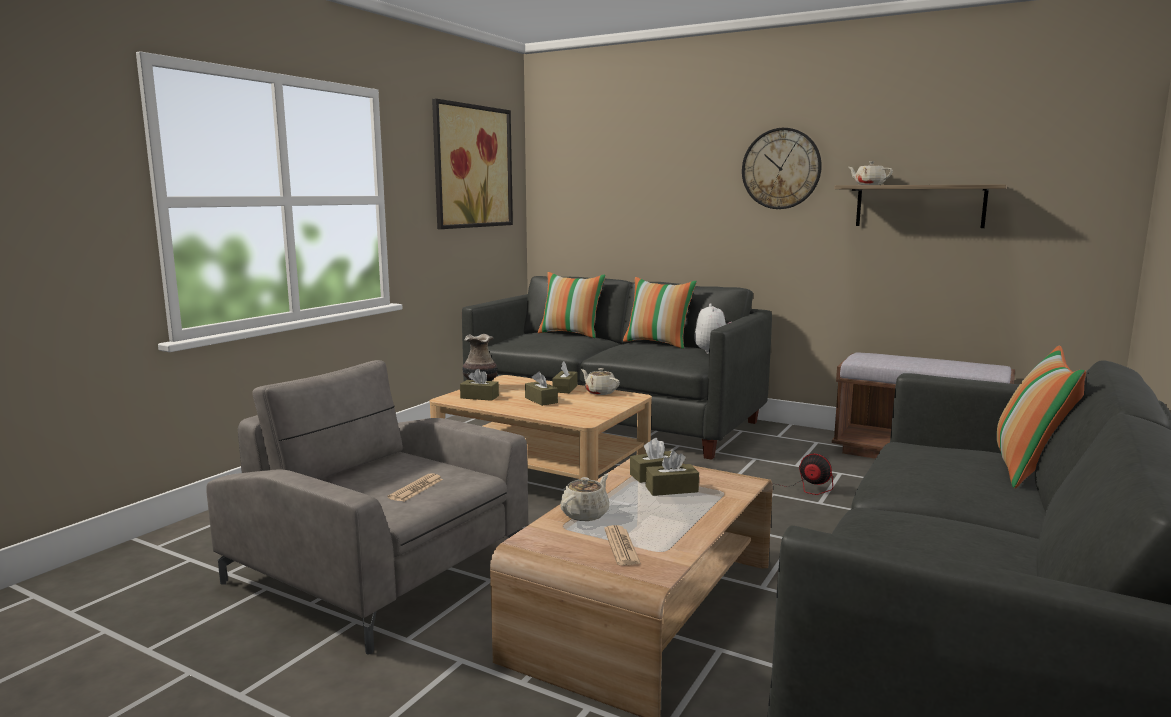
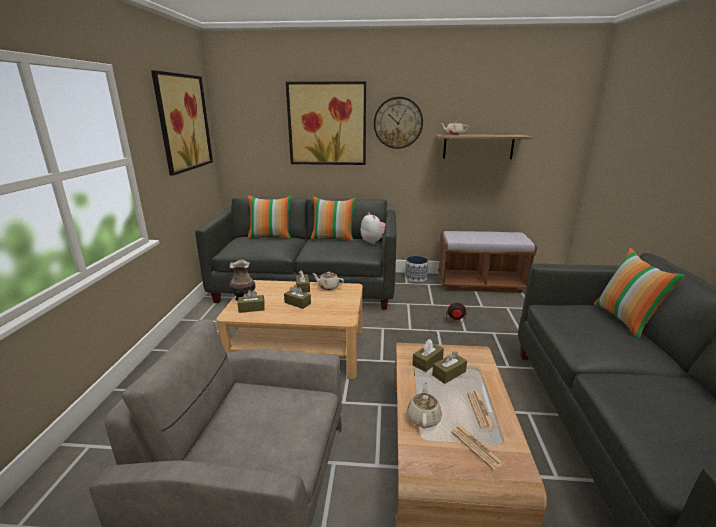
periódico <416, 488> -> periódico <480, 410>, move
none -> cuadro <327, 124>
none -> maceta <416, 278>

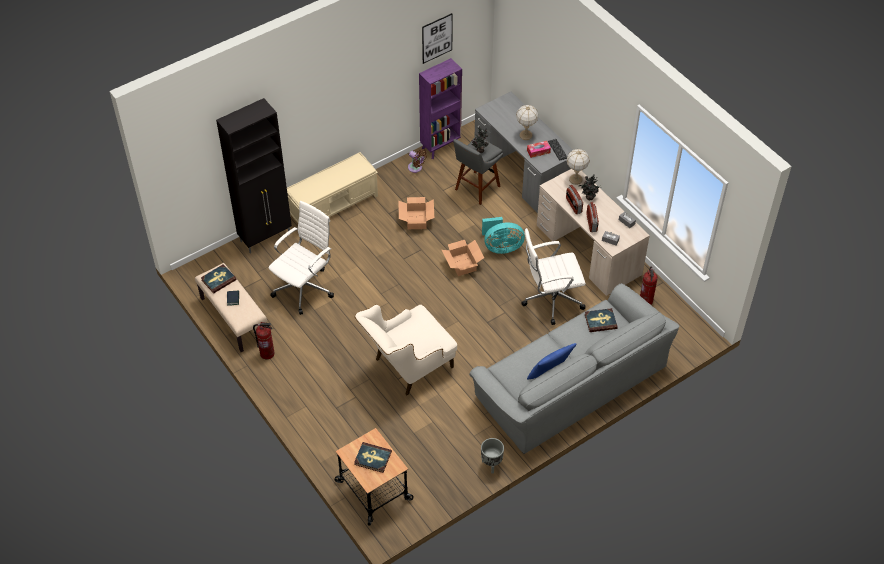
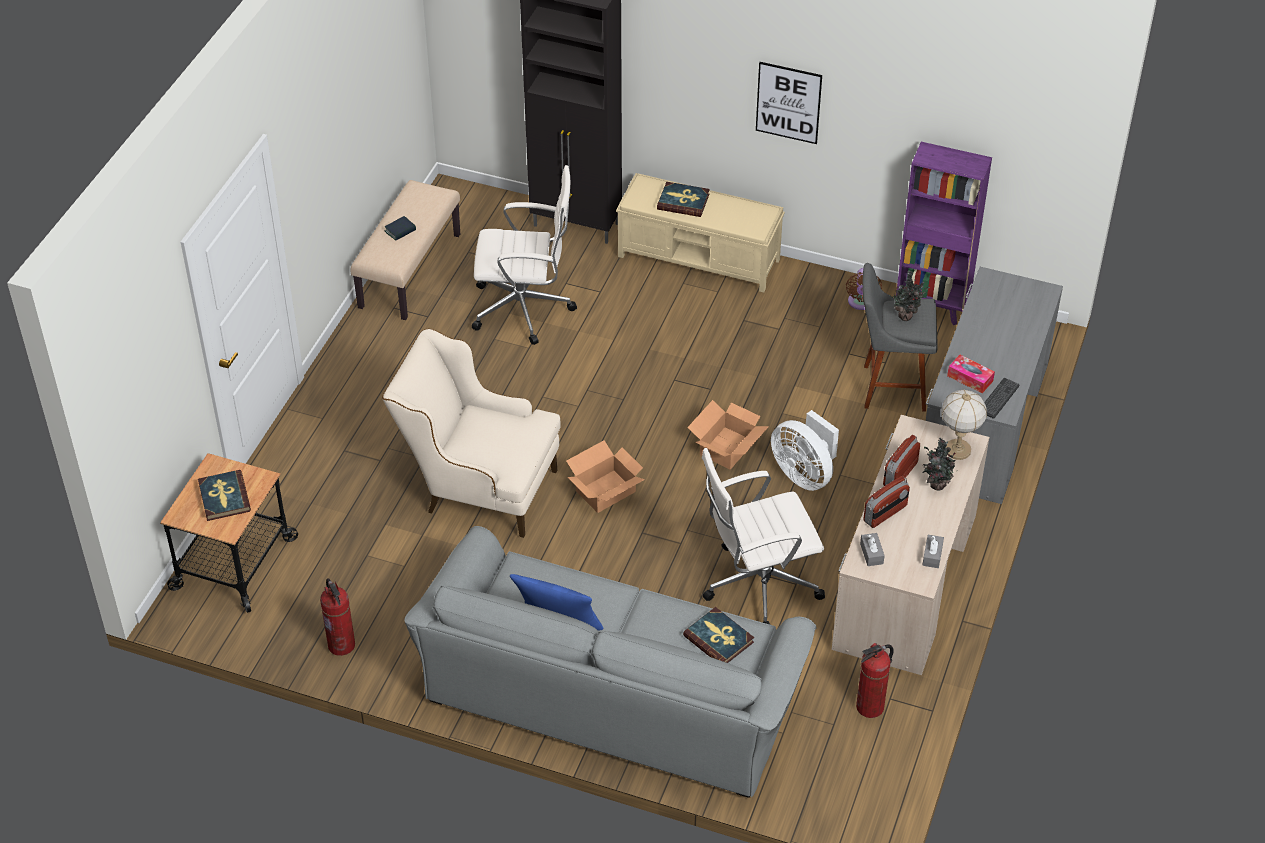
cuadro <437, 38> -> cuadro <788, 102>, move
lámpara de mesa <526, 135> -> none
caja de cartón <417, 219> -> caja de cartón <606, 491>, move
ventilador [turquesa] <501, 247> -> ventilador [blanco] <804, 474>
silla de oficina [blanco] <550, 299> -> silla de oficina [blanco] <757, 584>, 60 degrees counterclockwise
libro <218, 280> -> libro <683, 201>, move
extintor <267, 353> -> extintor <341, 645>, move
maceta [gris] <491, 465> -> none

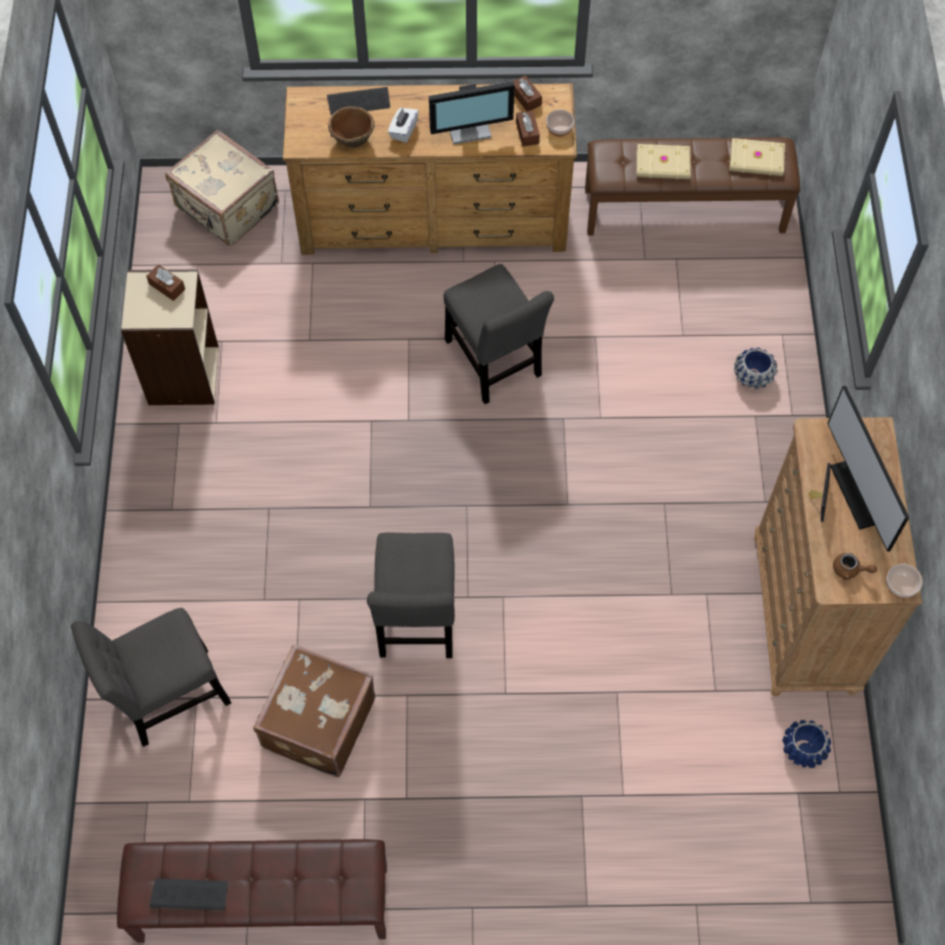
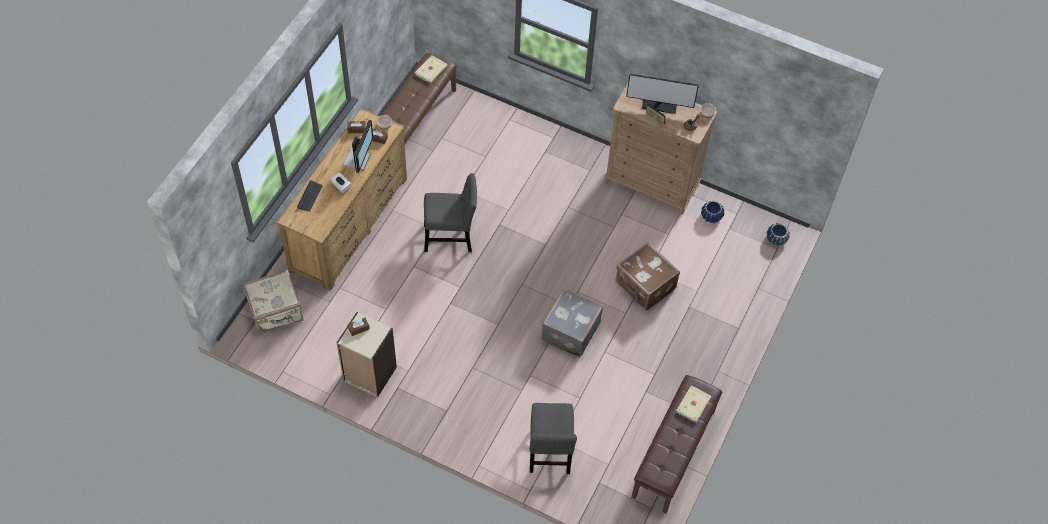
cuenco [marrón] <352, 139> -> none
libro [beis] <663, 165> -> libro [beis] <694, 405>, move
maceta [azul] <752, 376> -> maceta [azul] <776, 239>, move
silla [gris] <417, 620> -> maleta [gris] <569, 331>
maleta [marrón] <316, 722> -> maleta [marrón] <644, 286>, move
teclado <189, 894> -> none

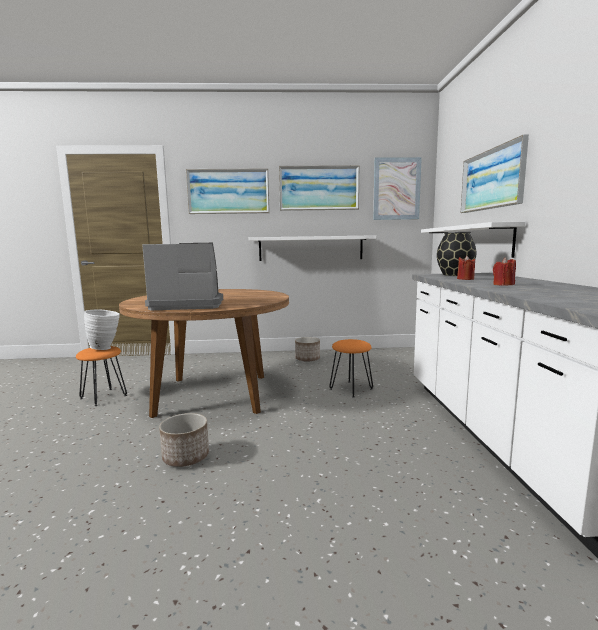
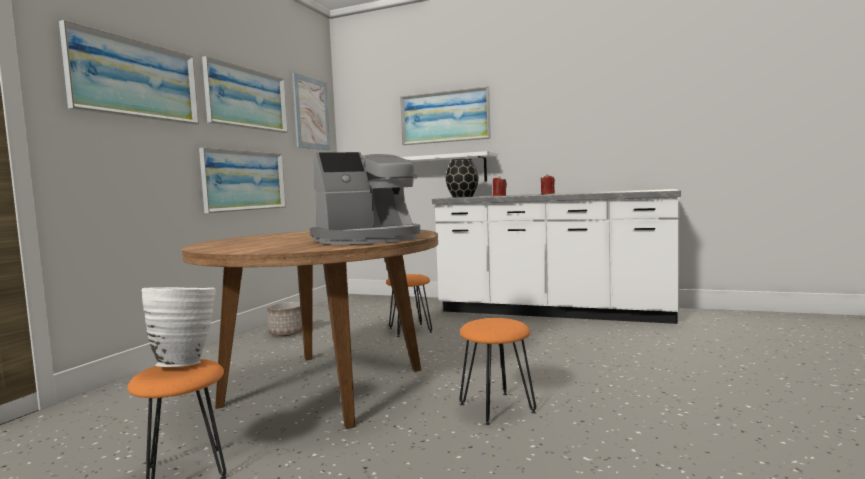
estante [blanco] <311, 248> -> cuadro <244, 180>
cafetera <187, 305> -> cafetera <368, 239>, 135 degrees counterclockwise
maceta <185, 457> -> taburete [naranja] <497, 408>

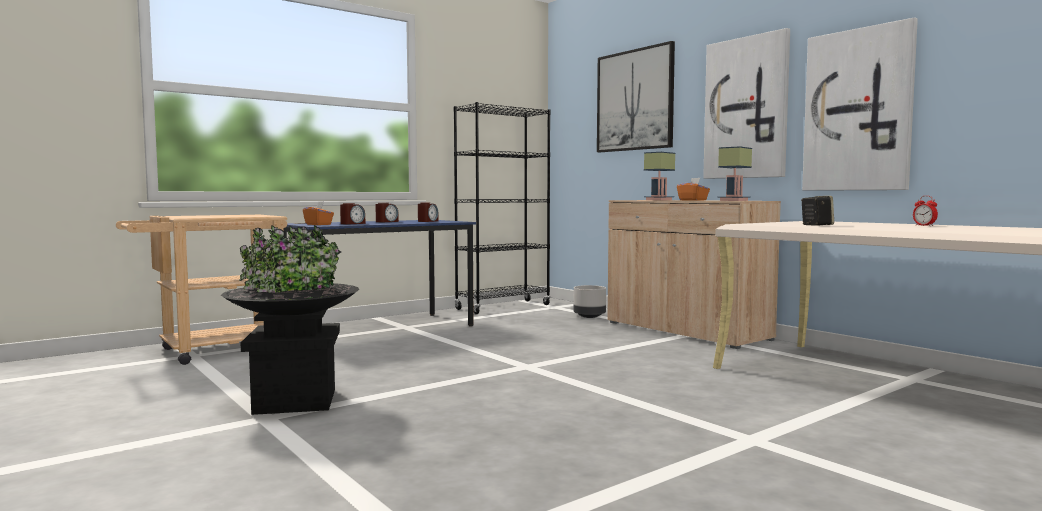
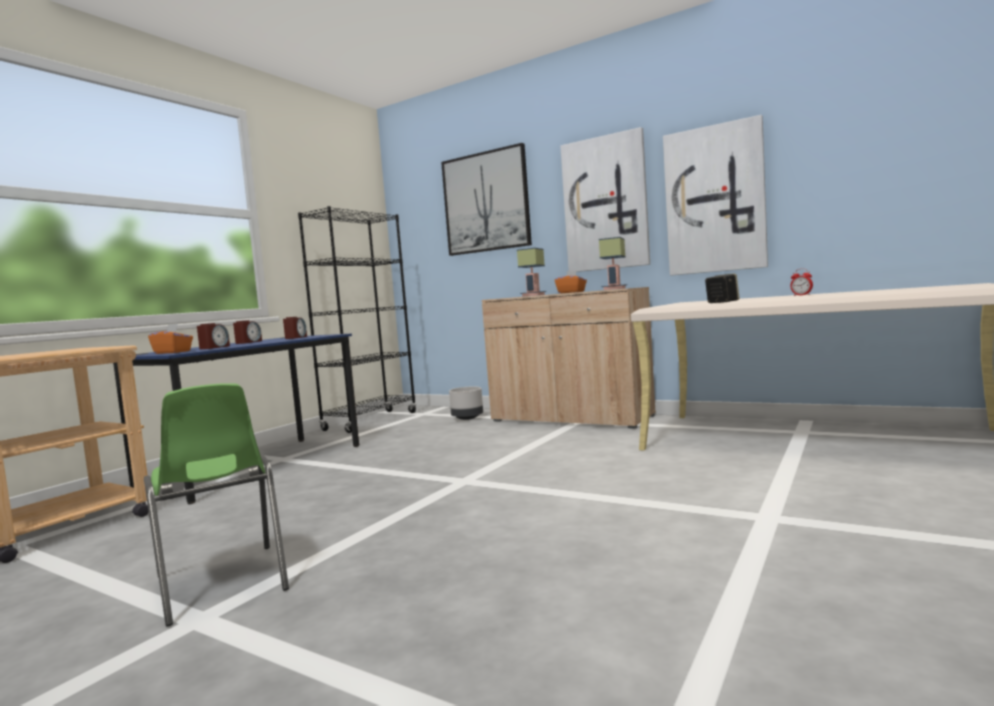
maceta [negro] <295, 401> -> silla [verde] <222, 583>

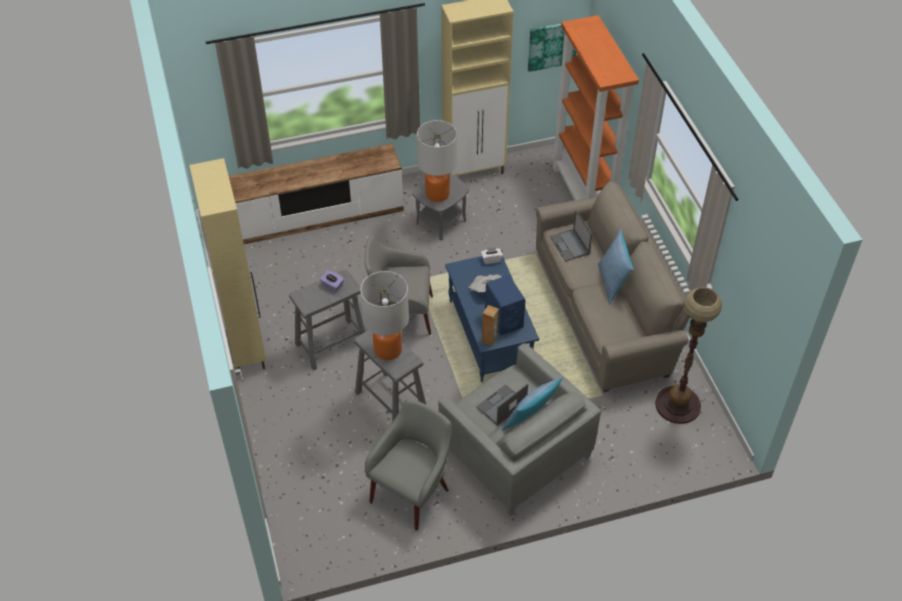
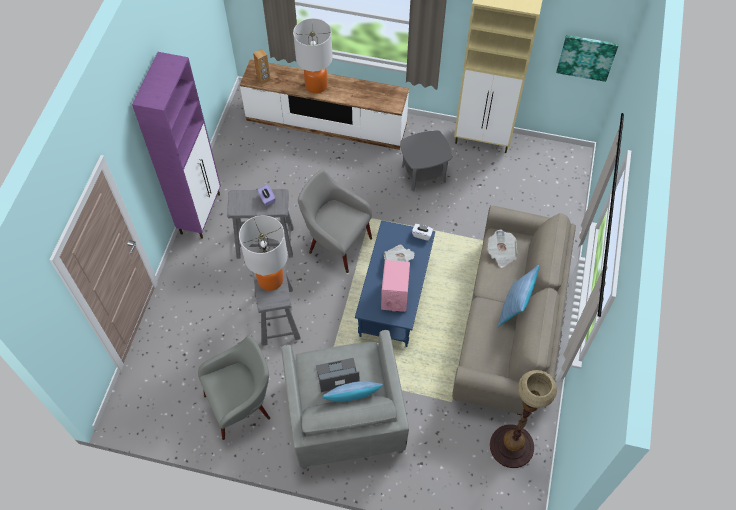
estantería [naranja] <583, 194> -> none
lámpara de mesa <437, 194> -> lámpara de mesa <316, 85>, move
armario [beis] <246, 347> -> armario [morado] <201, 213>
portátil <570, 245> -> periódico <501, 253>
altavoz [azul] <503, 319> -> altavoz [rosa] <394, 295>
altavoz [marrón] <489, 340> -> altavoz [marrón] <264, 79>, move

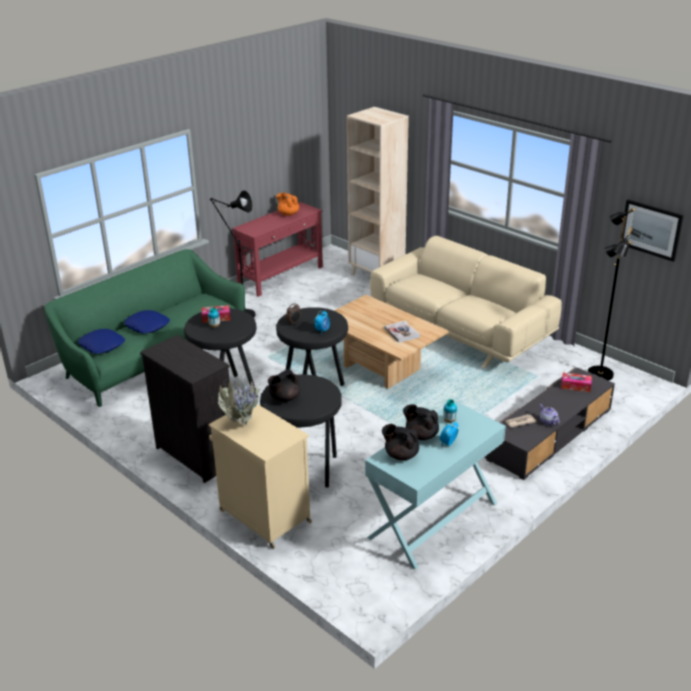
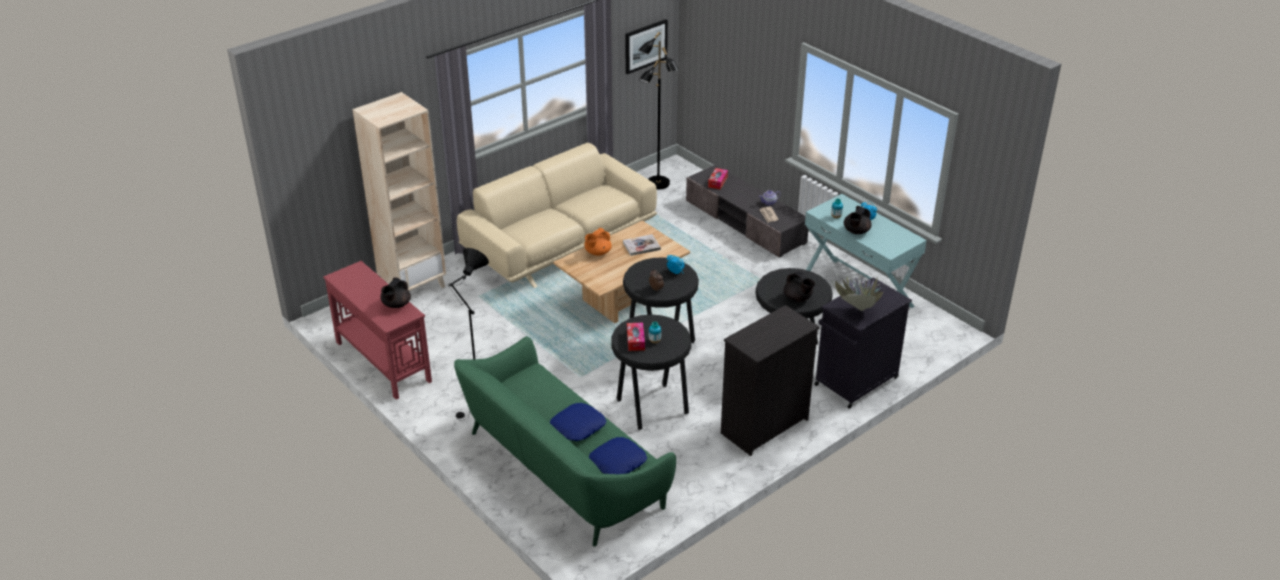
tetera [naranja] <288, 213> -> tetera [naranja] <597, 252>, move
armario [beis] <263, 516> -> armario [negro] <855, 382>
tetera [negro] <401, 455> -> tetera [negro] <396, 305>, move

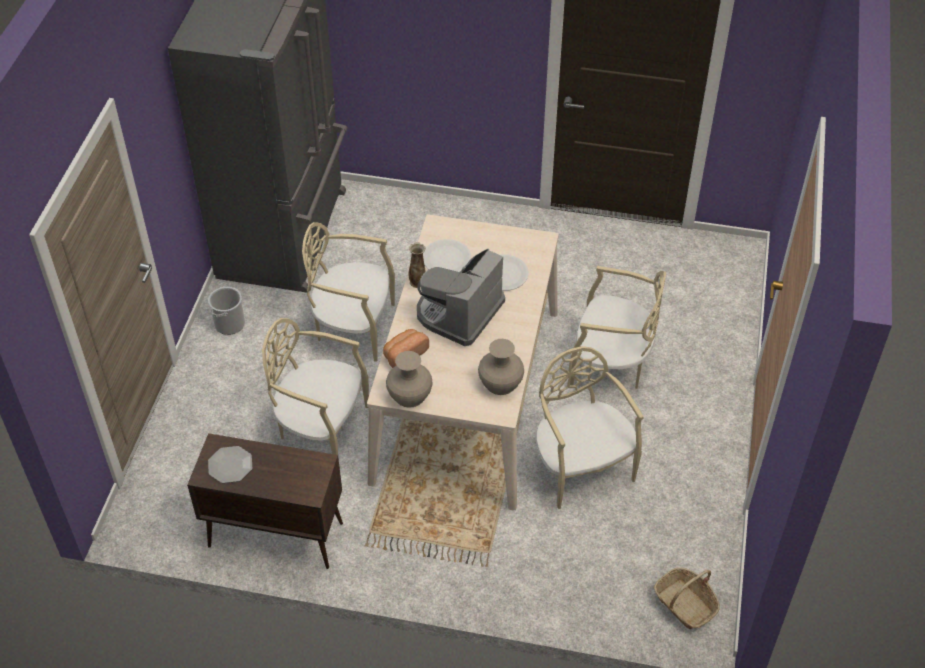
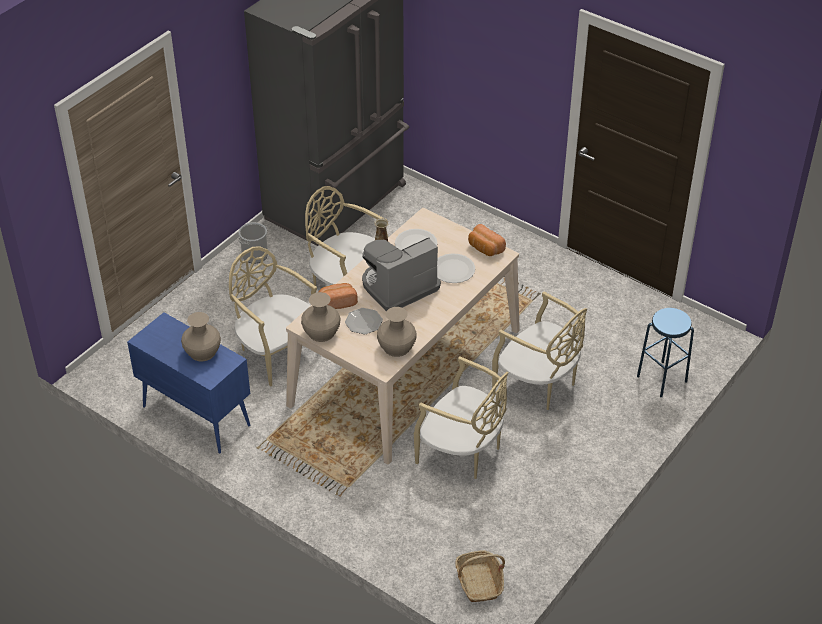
silla [beis] <581, 467> -> silla [beis] <462, 452>, 120 degrees clockwise
armario [marrón] <274, 535> -> armario [azul] <195, 416>
plato <230, 465> -> plato <363, 322>, move
none -> pan <484, 248>
none -> taburete [azul] <661, 379>
none -> florero [beis] <202, 351>

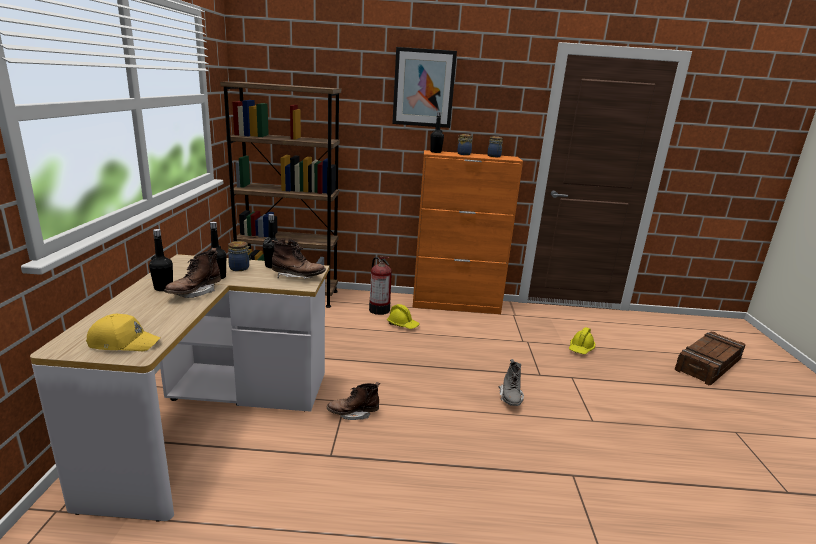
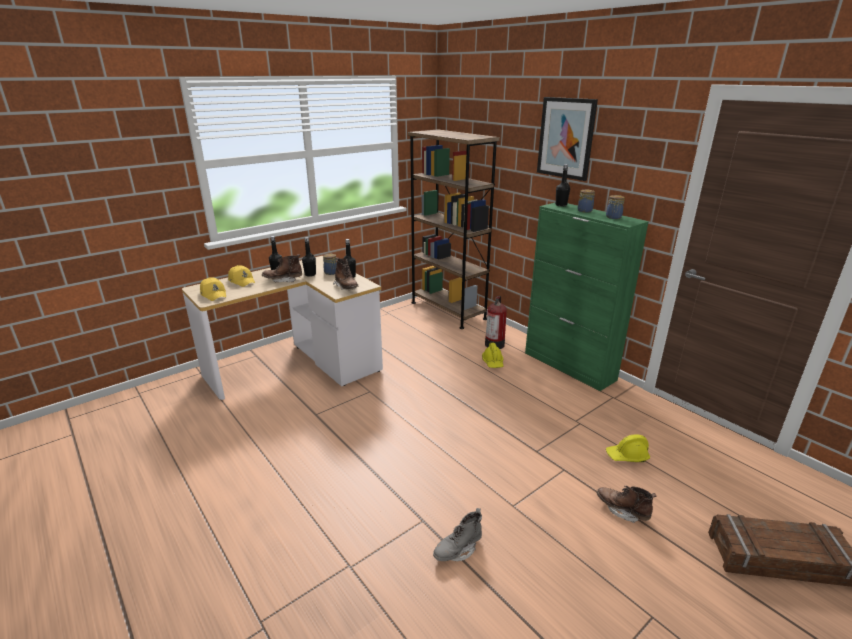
armario [naranja] <456, 305> -> armario [verde] <569, 366>
bota [gris] <510, 398> -> bota [gris] <457, 550>, move
bota [marrón] <353, 414> -> bota [marrón] <622, 510>, move
none -> gorra [amarillo] <242, 281>

